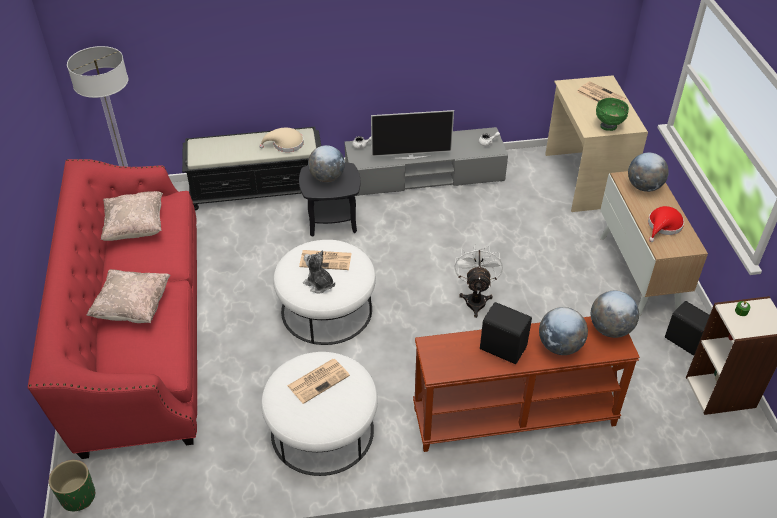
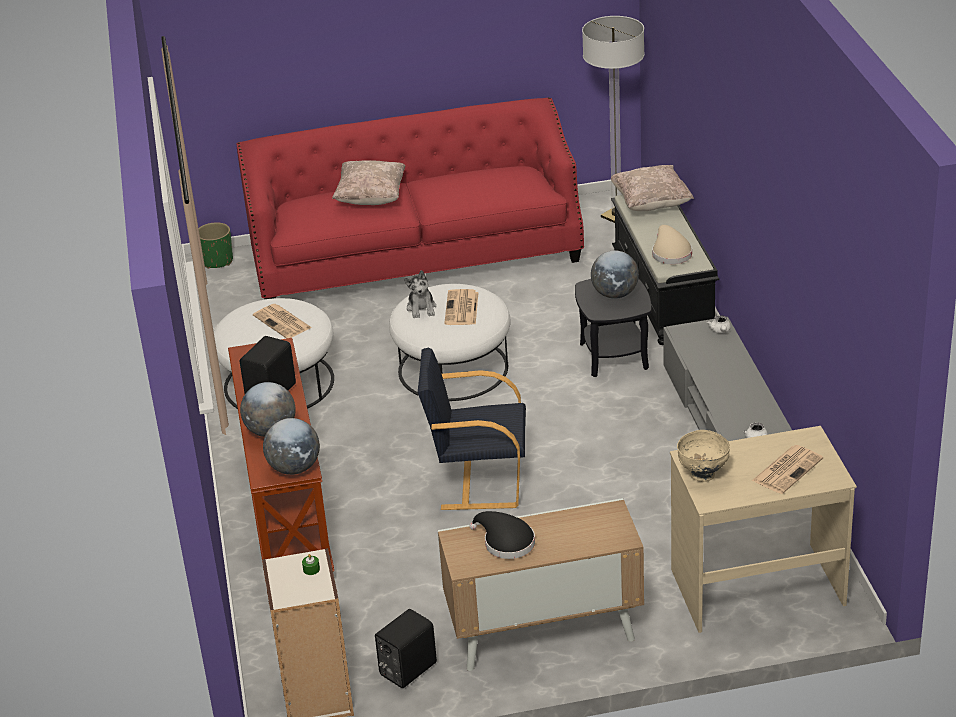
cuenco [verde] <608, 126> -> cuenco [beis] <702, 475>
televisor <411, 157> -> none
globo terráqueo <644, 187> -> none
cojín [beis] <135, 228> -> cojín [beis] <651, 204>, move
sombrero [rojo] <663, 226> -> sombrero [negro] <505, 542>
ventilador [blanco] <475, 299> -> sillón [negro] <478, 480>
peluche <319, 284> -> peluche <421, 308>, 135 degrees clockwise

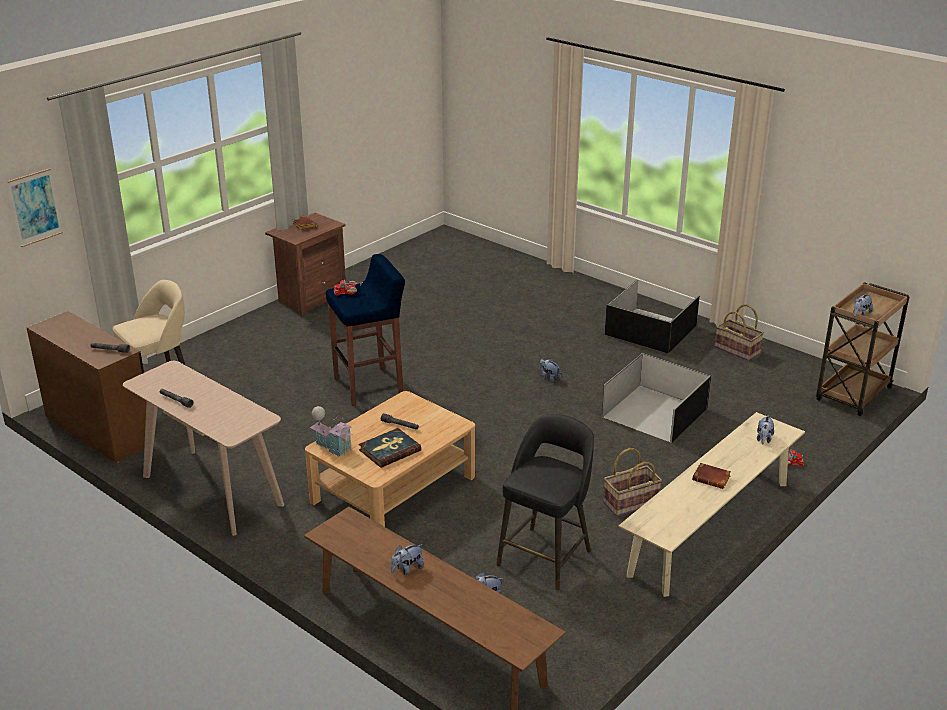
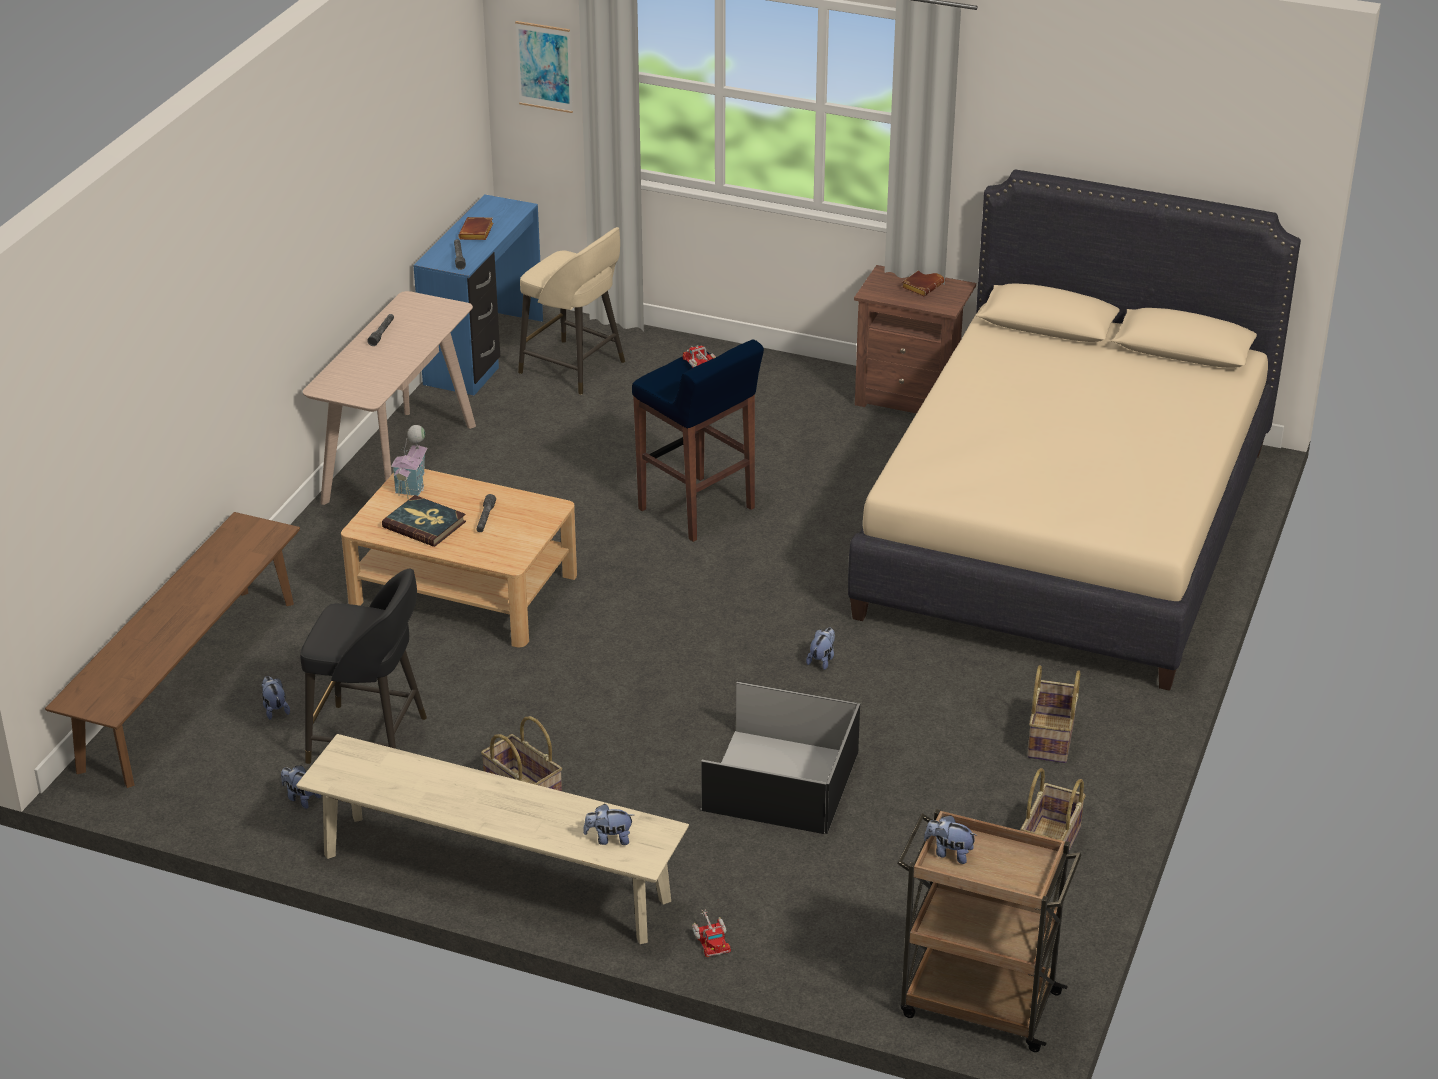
caja de almacenaje [negro] <651, 330> -> cesta <1052, 739>
escritorio [marrón] <100, 429> -> escritorio [azul] <485, 352>
libro [marrón] <712, 479> -> libro [marrón] <477, 233>, move
peluche <407, 569> -> peluche <301, 798>, move
none -> cama [beis] <1065, 530>

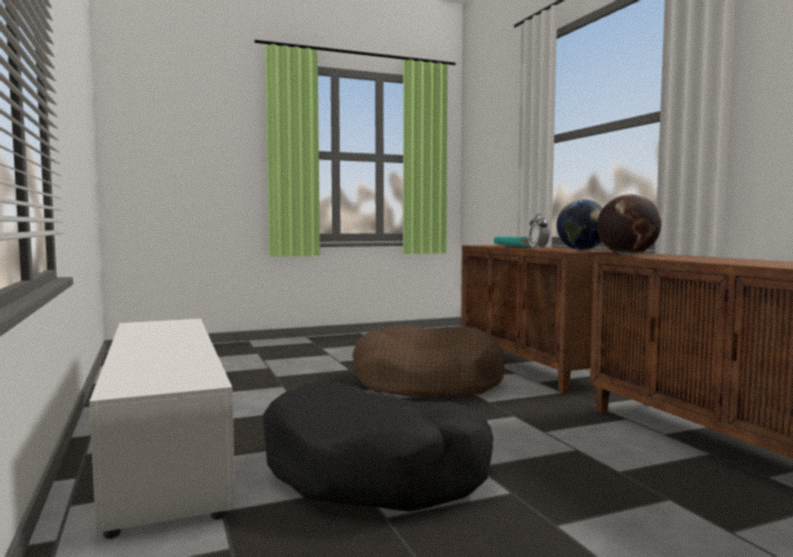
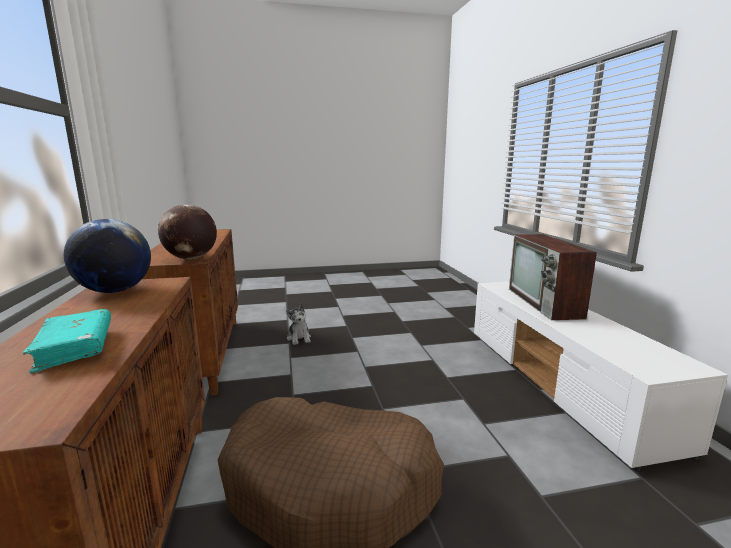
despertador <538, 248> -> none
cama para perro [negro] <376, 472> -> none
none -> televisor <545, 303>
none -> peluche <299, 338>

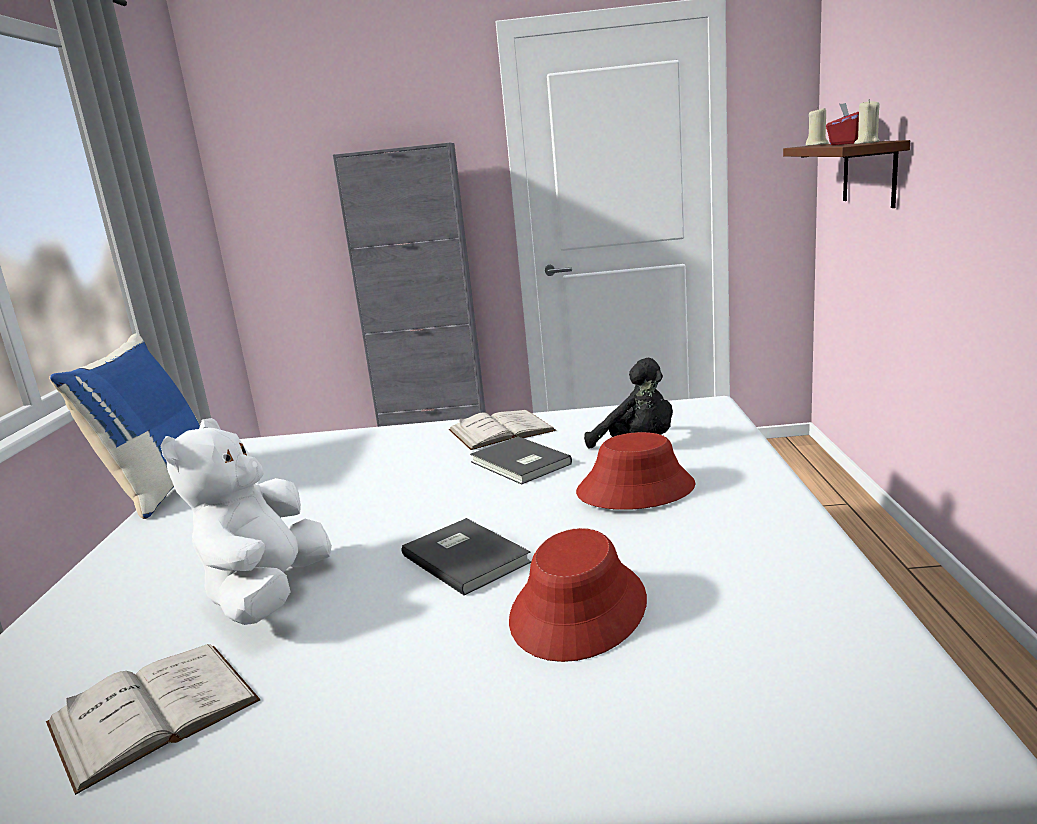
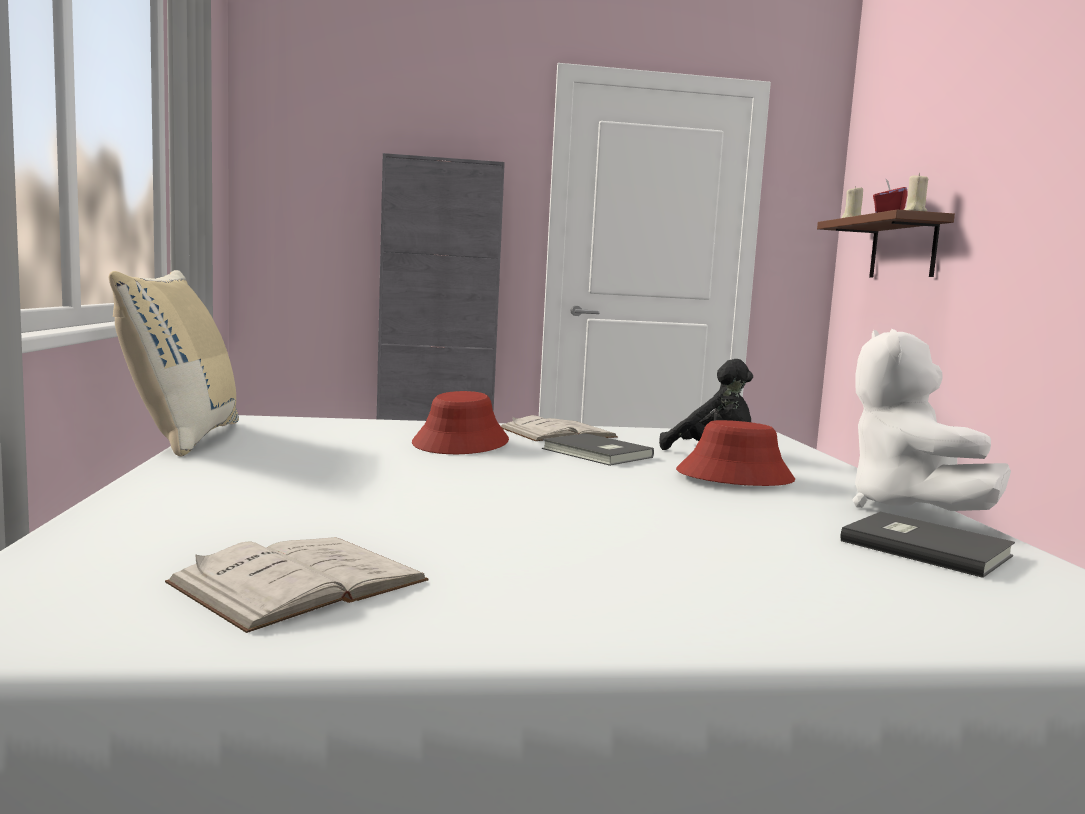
cojín [azul] <160, 486> -> cojín [beis] <181, 437>
peluche [blanco] <268, 594> -> peluche [blanco] <907, 508>, move
libro [gris] <467, 557> -> libro [gris] <924, 547>, move
sombrero [rojo] <579, 610> -> sombrero [rojo] <461, 443>, move

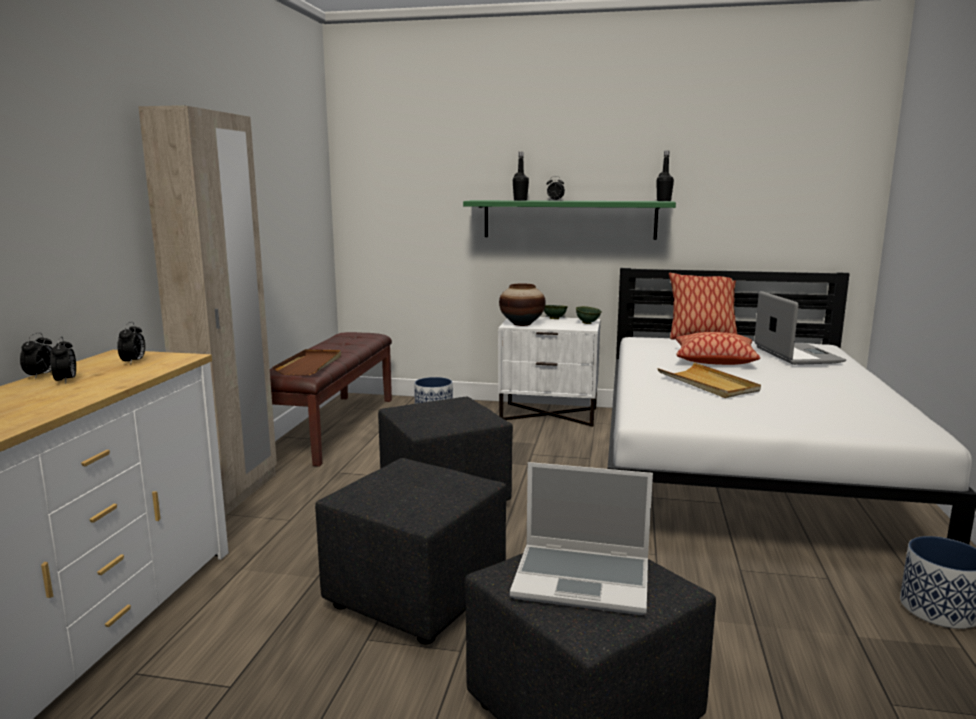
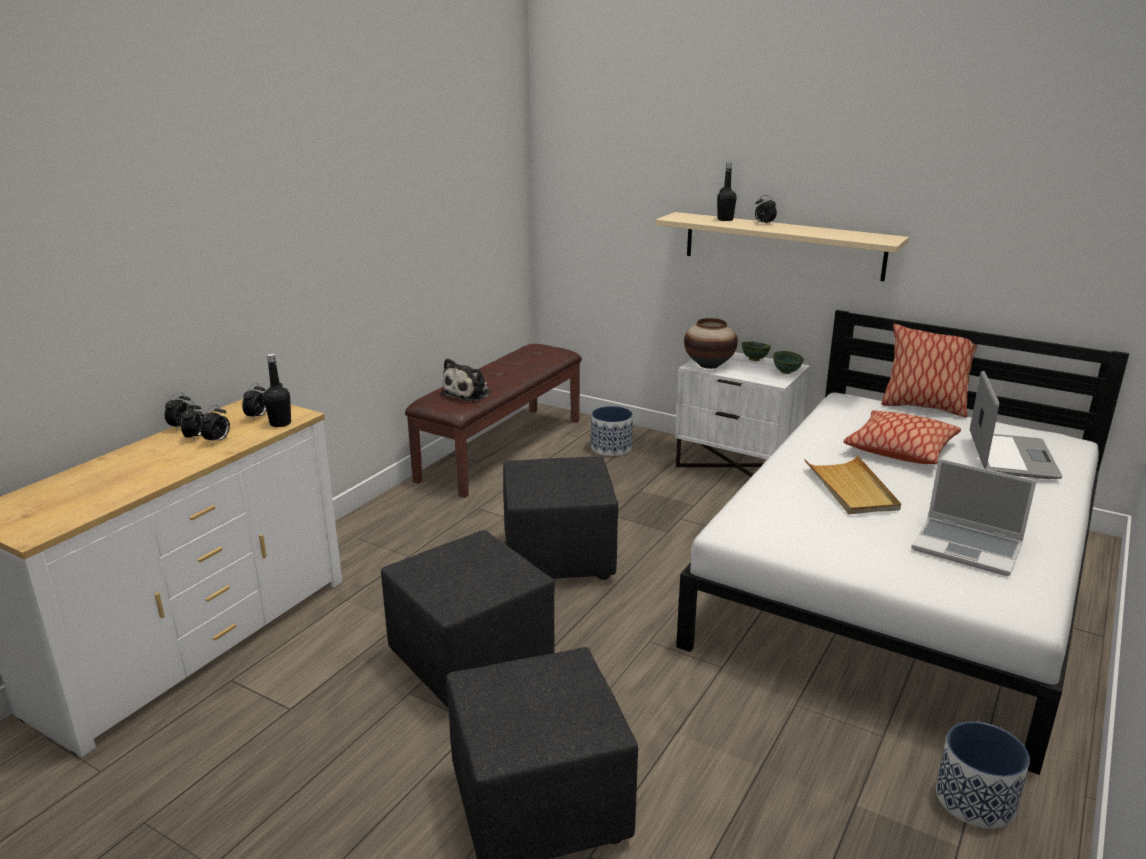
armario ropero [beis] <234, 493> -> none
botella [negro] <663, 201> -> botella [negro] <280, 423>, move
estante [verde] <569, 219> -> estante [beis] <782, 245>
bandeja [marrón] <310, 365> -> peluche <469, 393>
portátil <584, 580> -> portátil <968, 547>, move
none -> despertador <217, 441>

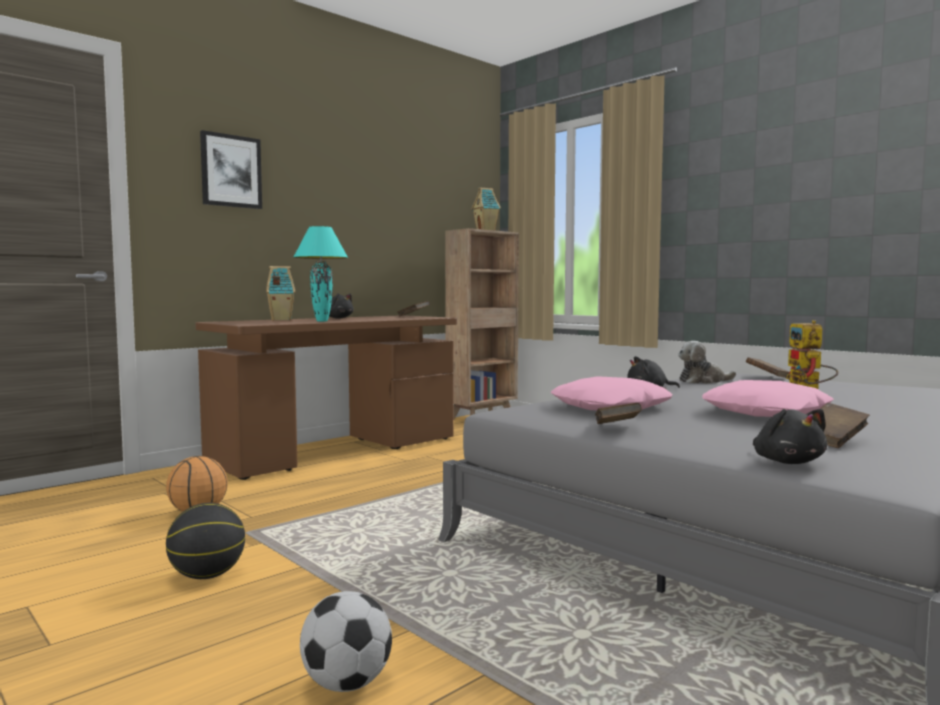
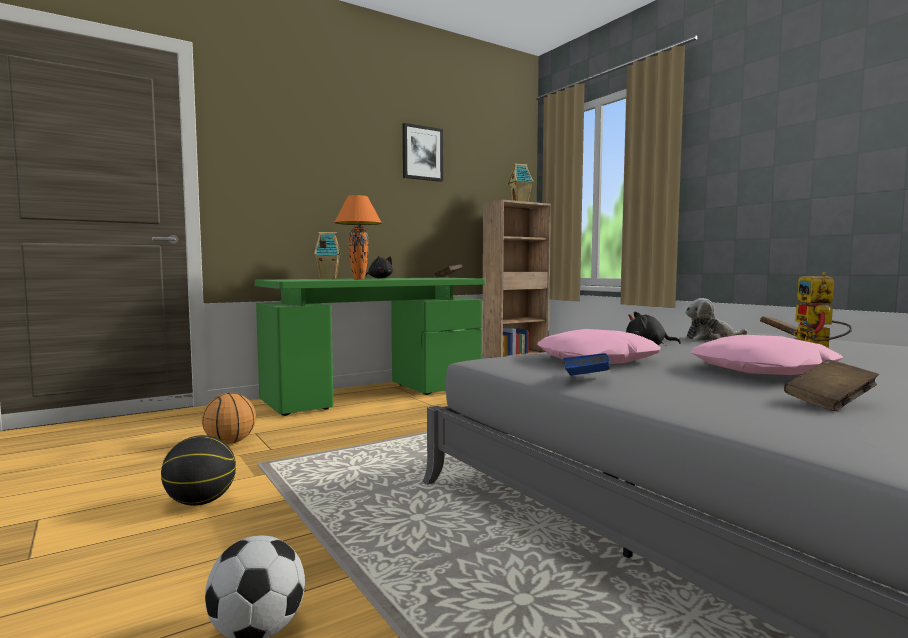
cuadro <231, 171> -> cuadro <422, 153>, move
lámpara de mesa [turquesa] <321, 321> -> lámpara de mesa [naranja] <358, 279>
escritorio [marrón] <337, 450> -> escritorio [verde] <376, 394>
libro [marrón] <616, 429> -> libro [azul] <586, 381>
peluche [negro] <787, 462> -> none

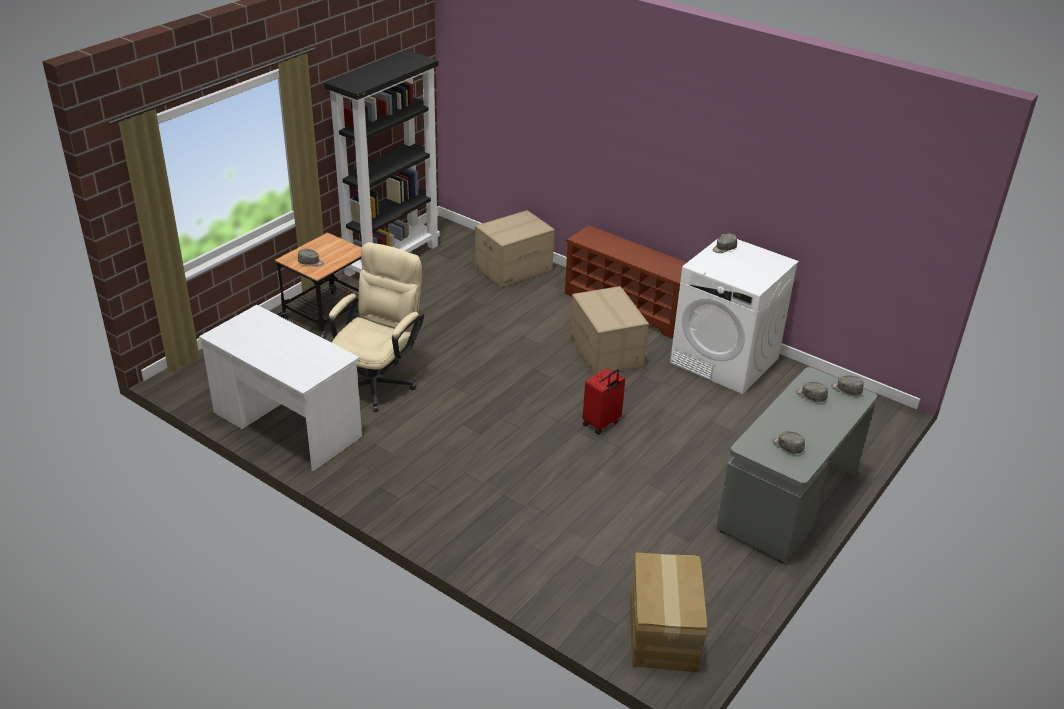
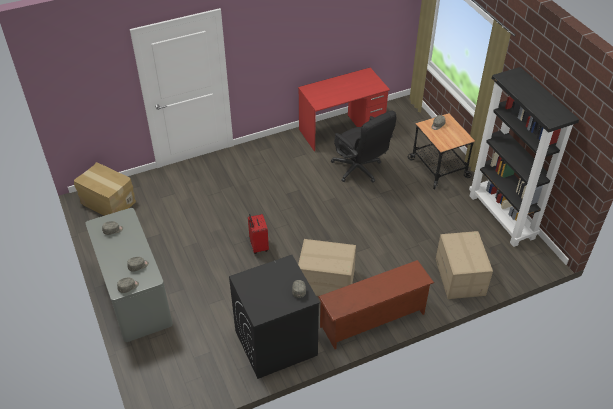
lavadora [blanco] <725, 361> -> lavadora [negro] <275, 343>
silla de oficina [beis] <379, 380> -> silla de oficina [negro] <360, 171>
escritorio [blanco] <287, 424> -> escritorio [rojo] <341, 130>

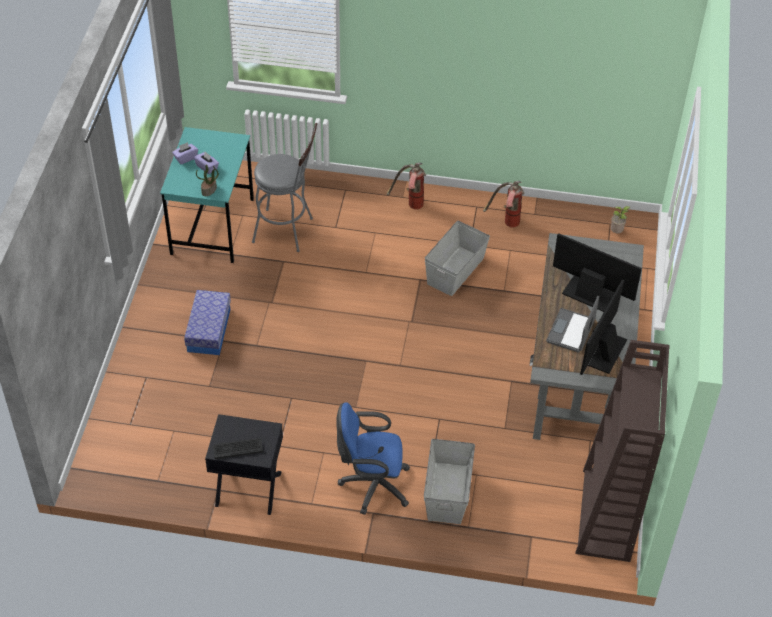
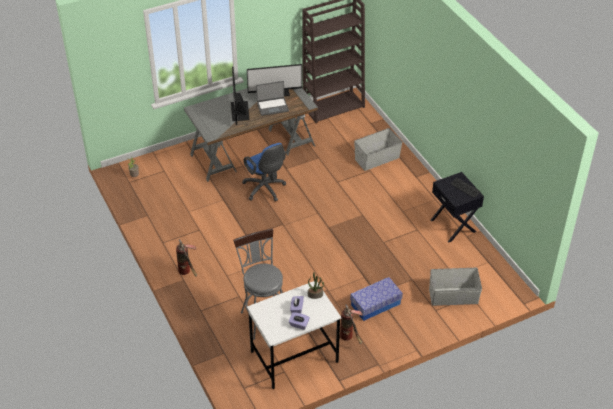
escritorio [turquesa] <212, 226> -> escritorio [blanco] <294, 357>
extintor <506, 222> -> extintor <350, 338>, move
caja de almacenaje [gris] <455, 270> -> caja de almacenaje [gris] <453, 296>, move
silla de oficina [azul] <371, 485> -> silla de oficina [azul] <265, 189>, move

